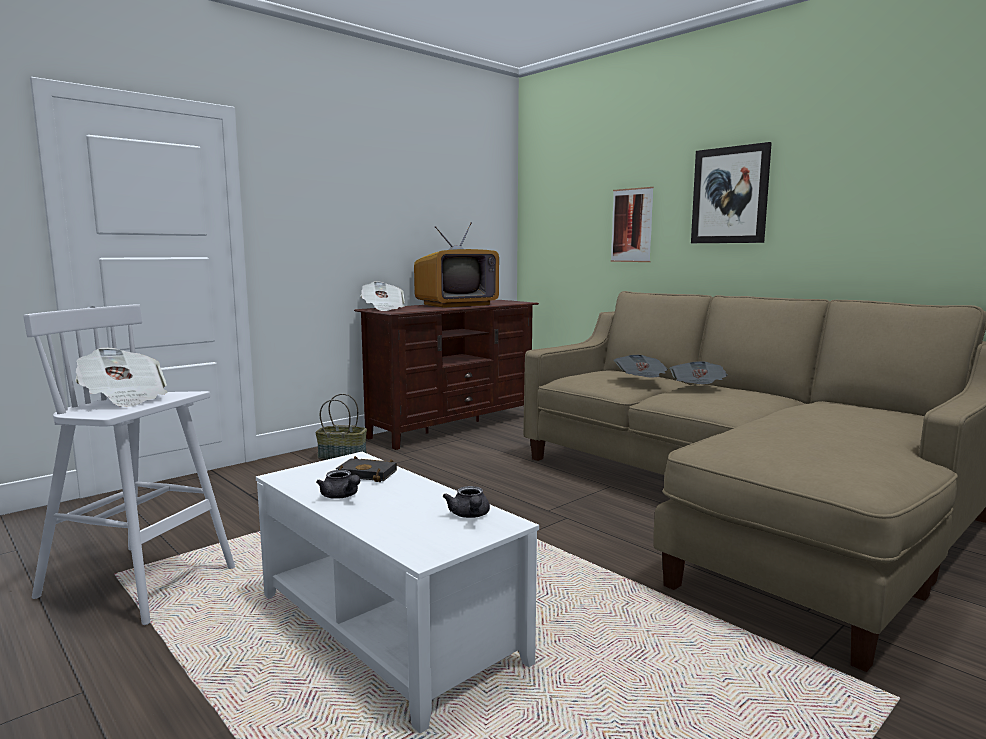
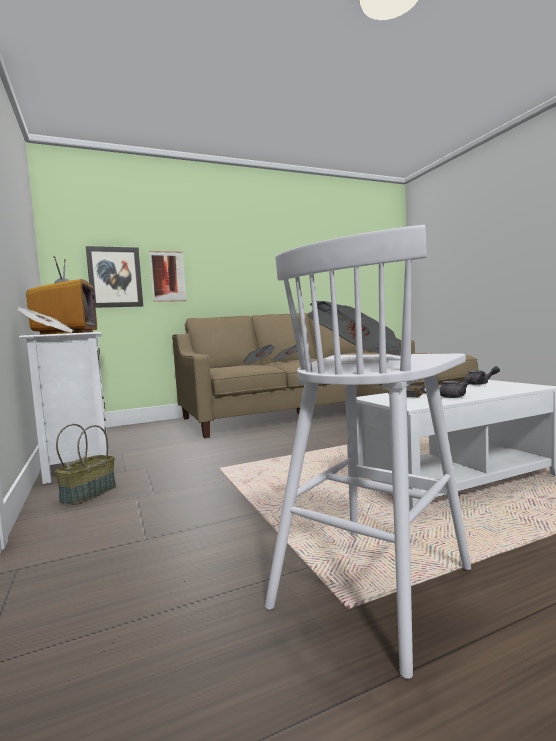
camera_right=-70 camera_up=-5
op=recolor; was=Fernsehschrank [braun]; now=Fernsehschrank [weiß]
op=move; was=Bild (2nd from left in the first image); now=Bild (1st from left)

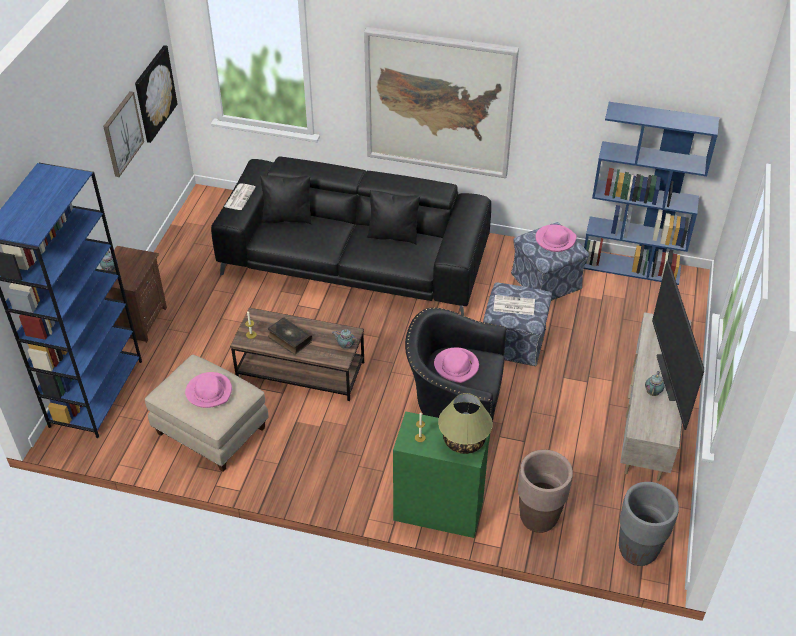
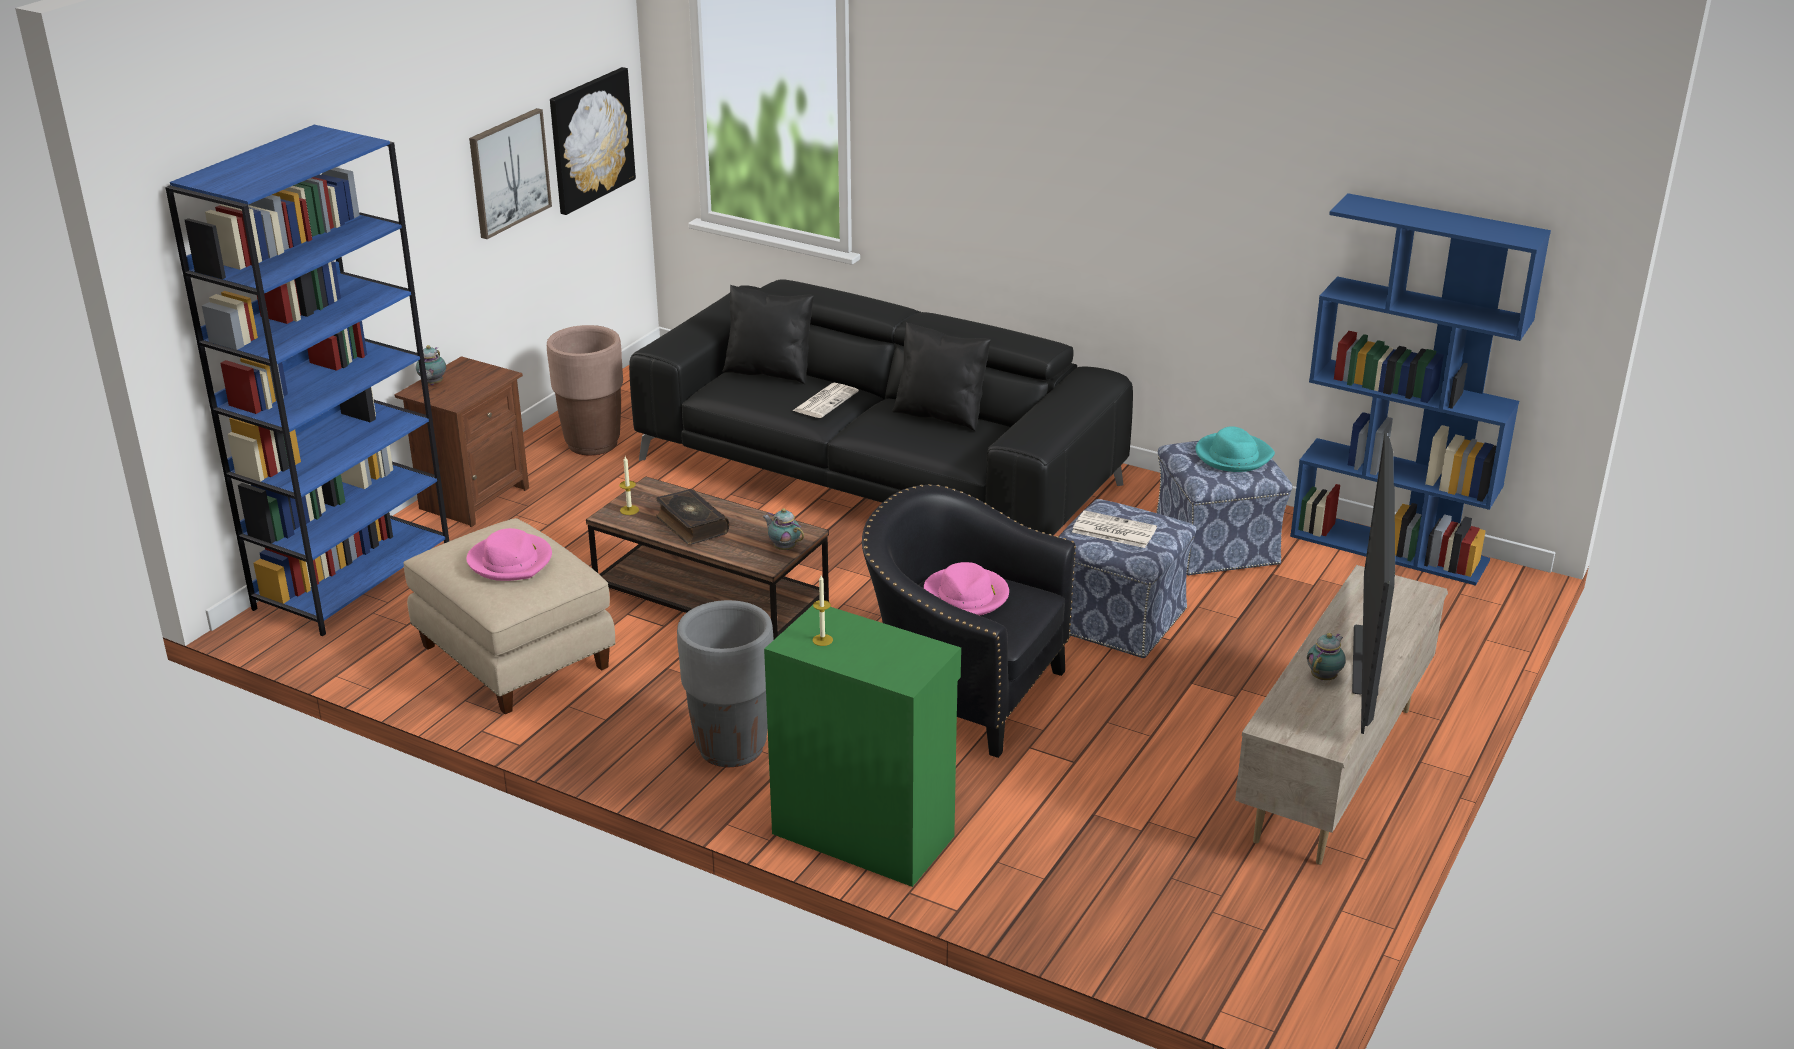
camera_right=15 camera_up=-15
op=move; was=Pflanzkübel [braun]
op=move; was=Pflanzkübel [grau]
op=move; was=Zeitung (1st from left)
op=recolor; was=Hut [rosa] (3rd from left); now=Hut [türkis]
op=delete; was=Bild (3rd from left)
op=delete; was=Tischlampe

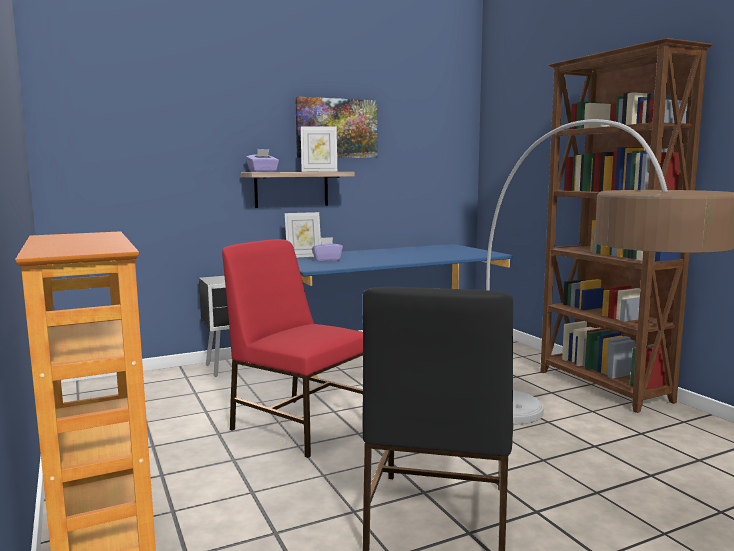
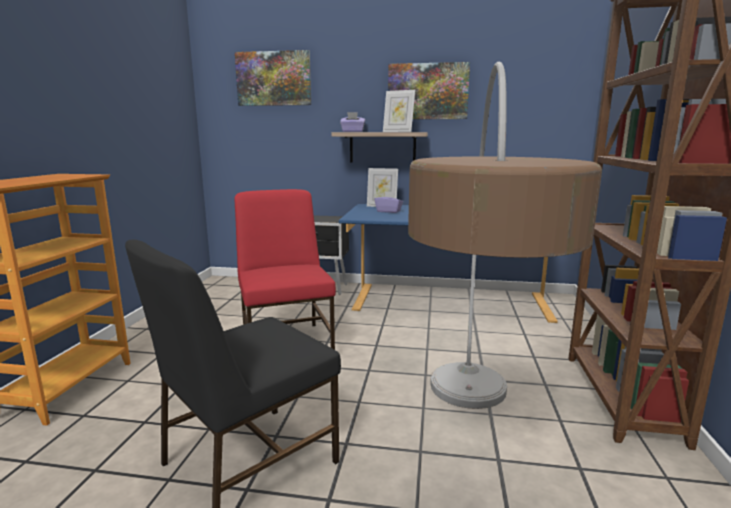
camera_right=35 camera_up=5
op=insert; now=Bild (1st from left)

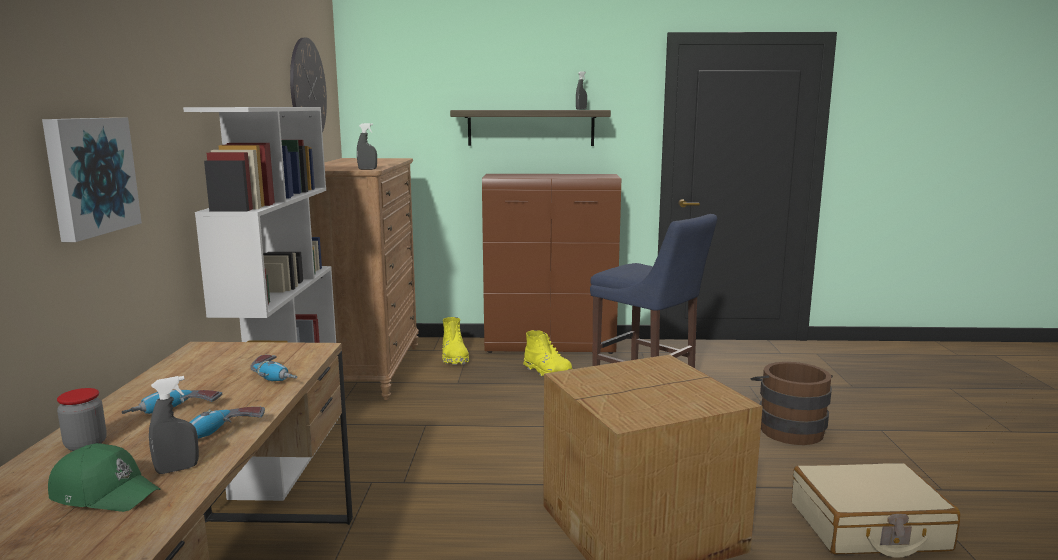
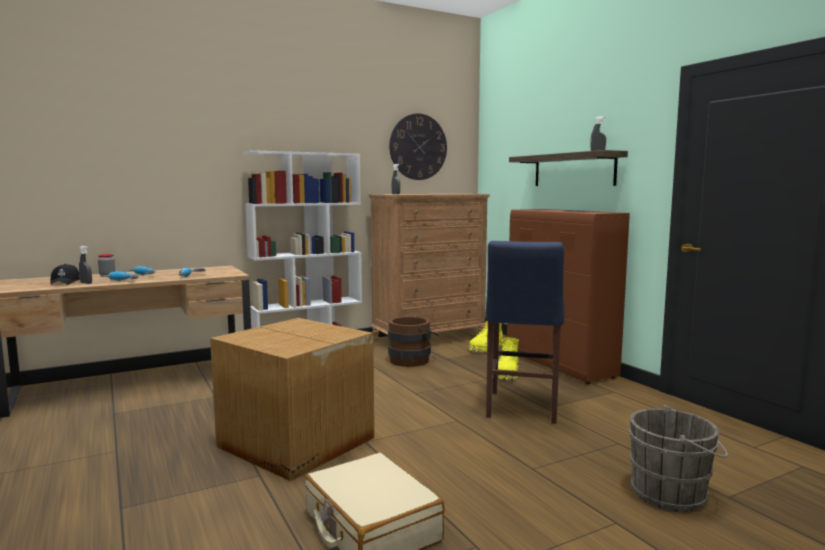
camera_right=60 camera_up=-5
op=recolor; was=Kappe [grün]; now=Kappe [schwarz]
op=move; was=Eimer [braun]
op=insert; now=Eimer [grau]
op=delete; was=Bild

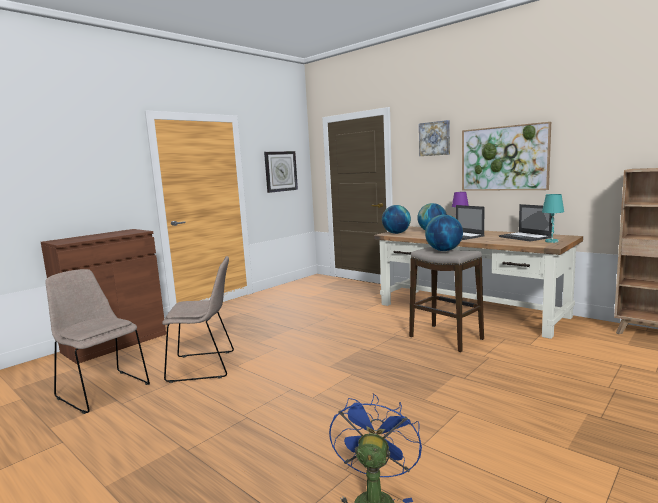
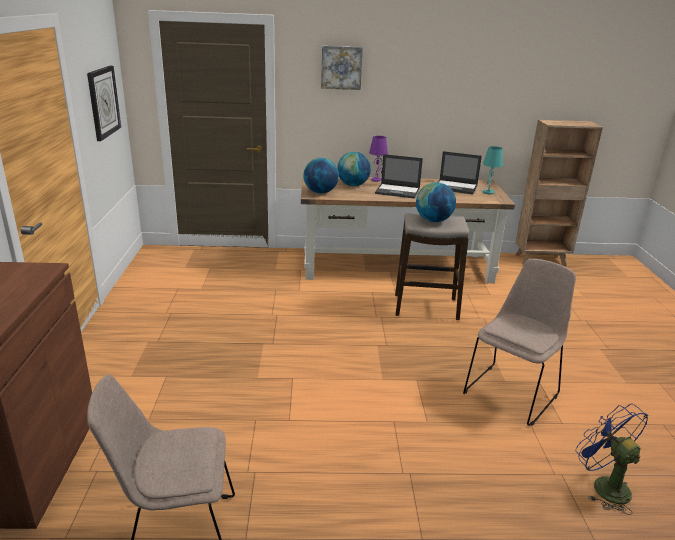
camera_right=-45 camera_up=15
op=move; was=Stuhl [beige] (2nd from left)
op=delete; was=Bild (2nd from left)

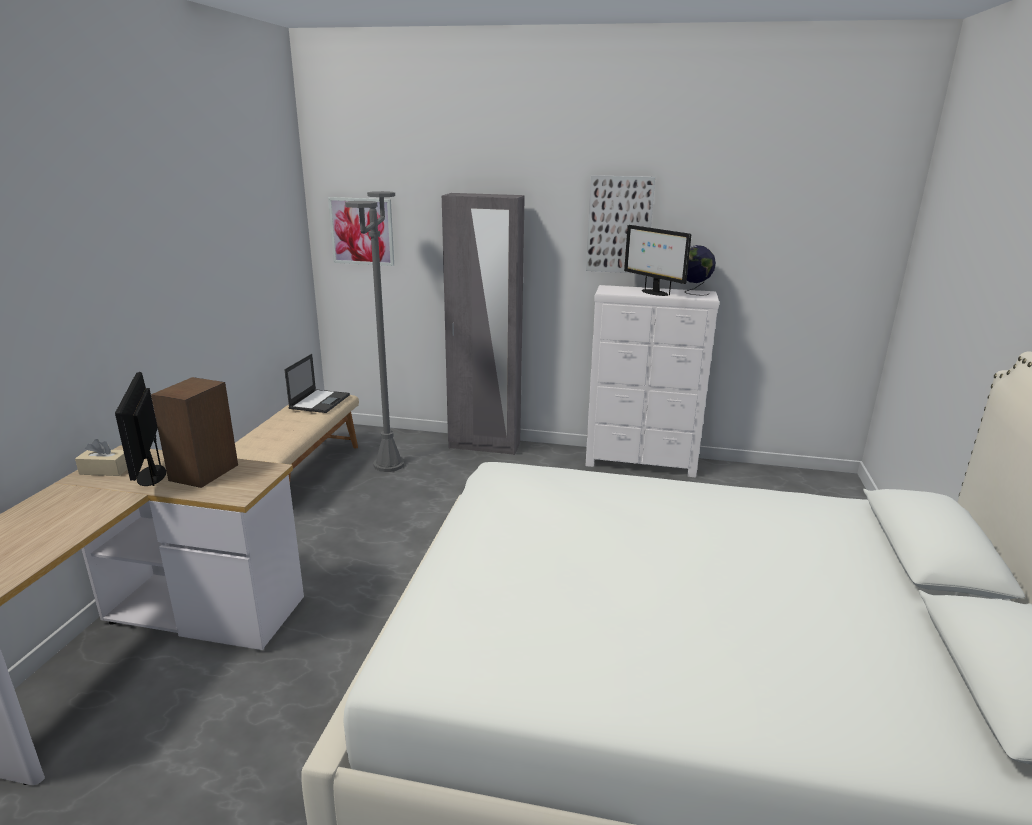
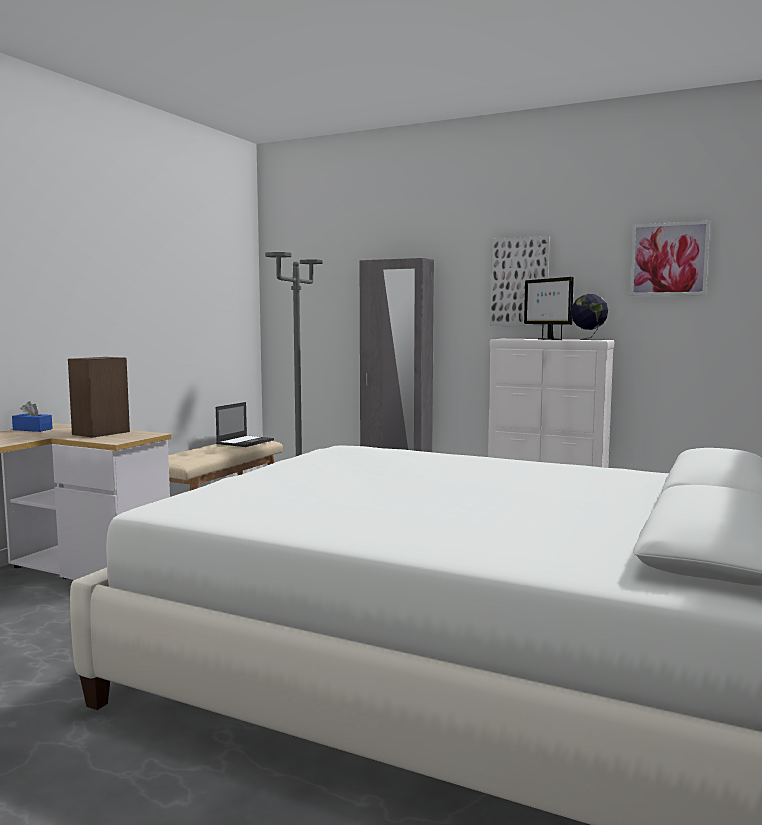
camera_right=15 camera_up=-15
op=recolor; was=Taschentuchbox [beige]; now=Taschentuchbox [blau]
op=move; was=Bild (1st from left in the first image); now=Bild (2nd from left)
op=delete; was=Monitor (1st from left)

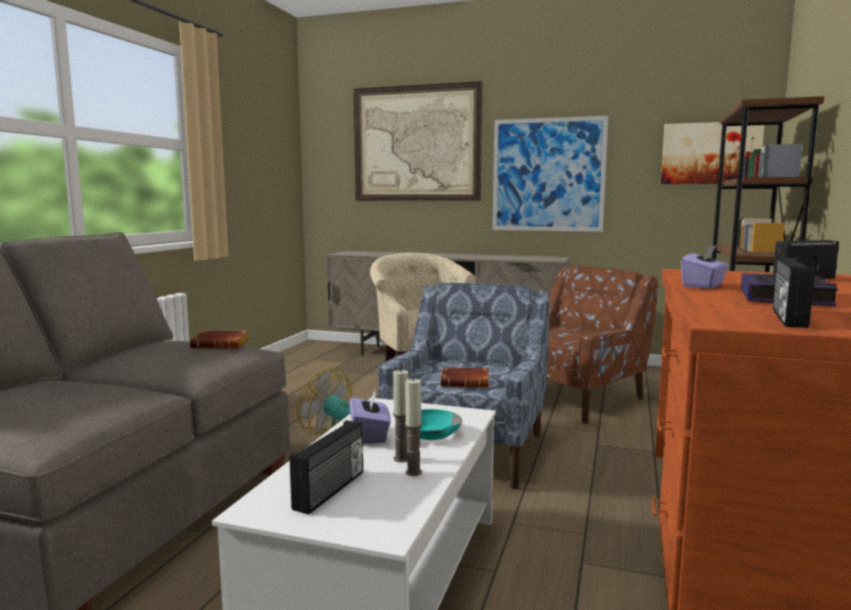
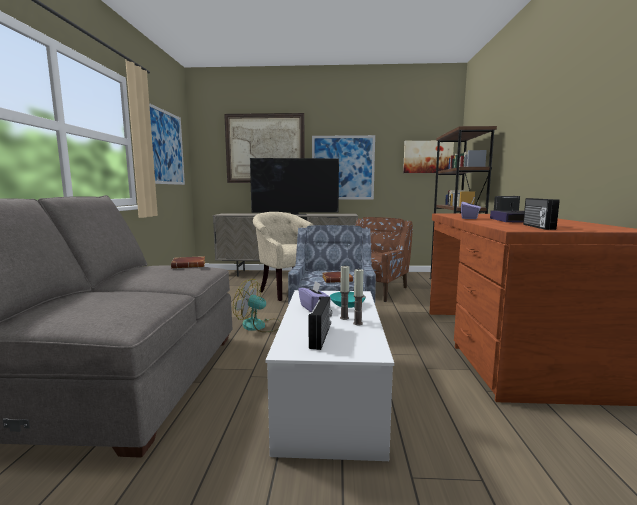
camera_right=-15 camera_up=0
op=insert; now=Bild (1st from left)
op=insert; now=Fernseher

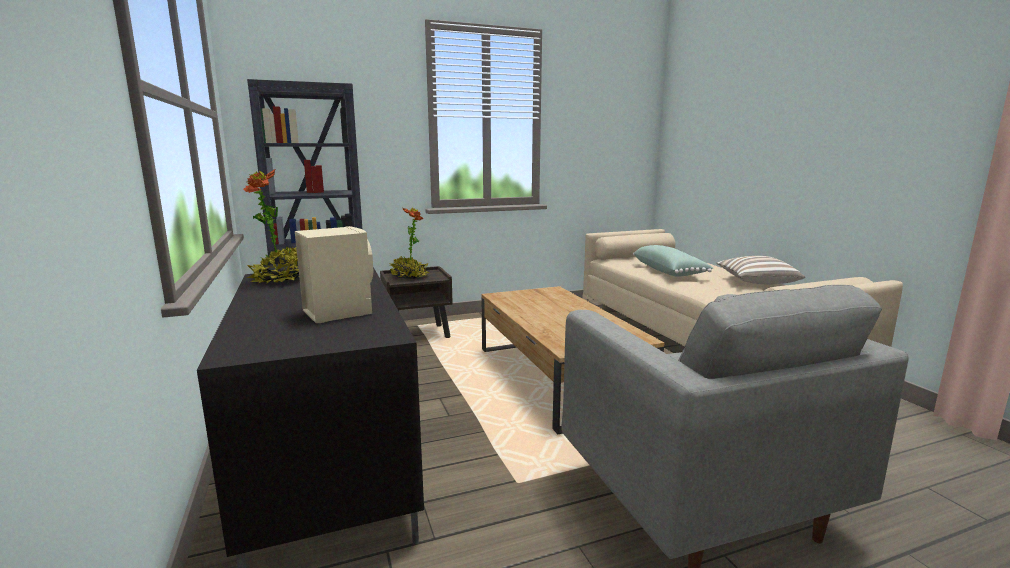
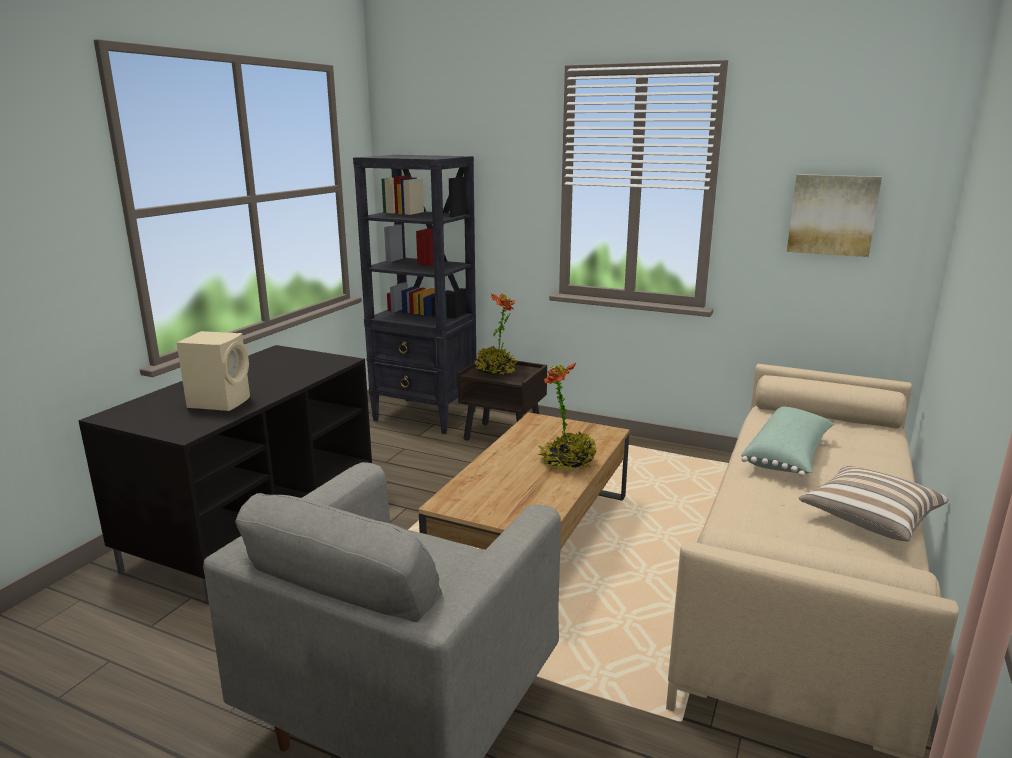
camera_right=45 camera_up=5
op=move; was=Topfpflanze (1st from left in the first image); now=Topfpflanze (2nd from left)
op=insert; now=Bild

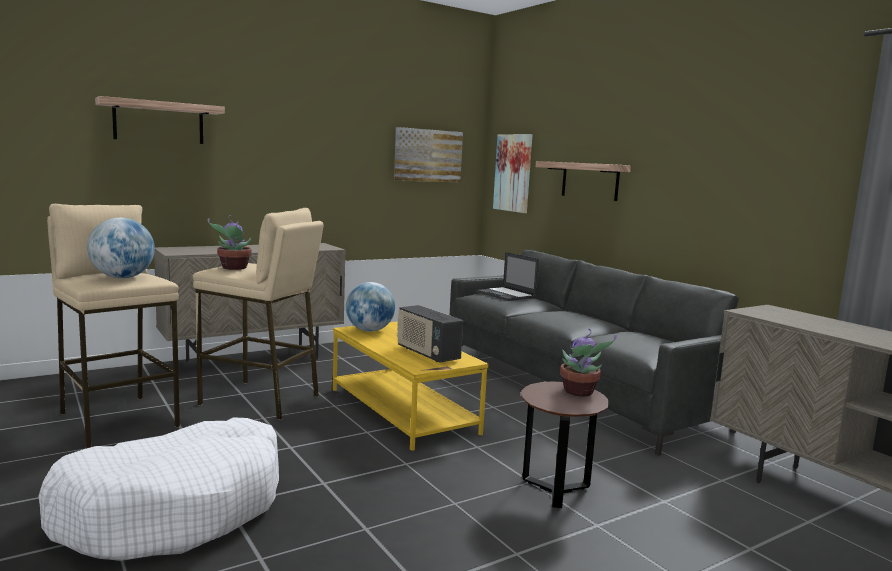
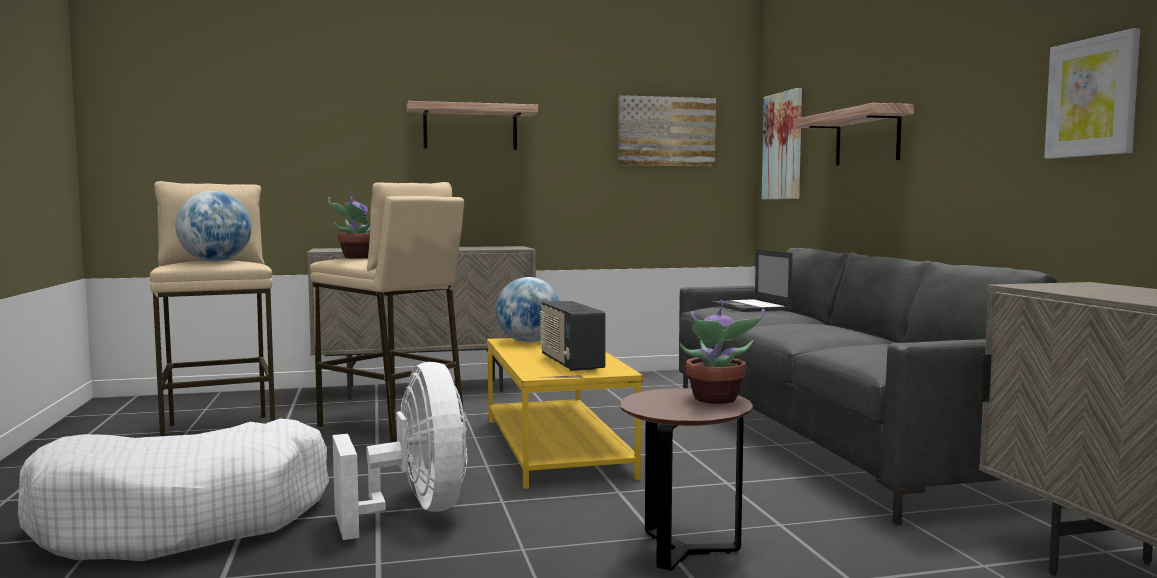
camera_right=20 camera_up=-5
op=insert; now=Ventilator [weiß]
op=move; was=Wandregal (1st from left)
op=insert; now=Bild (3rd from left)

